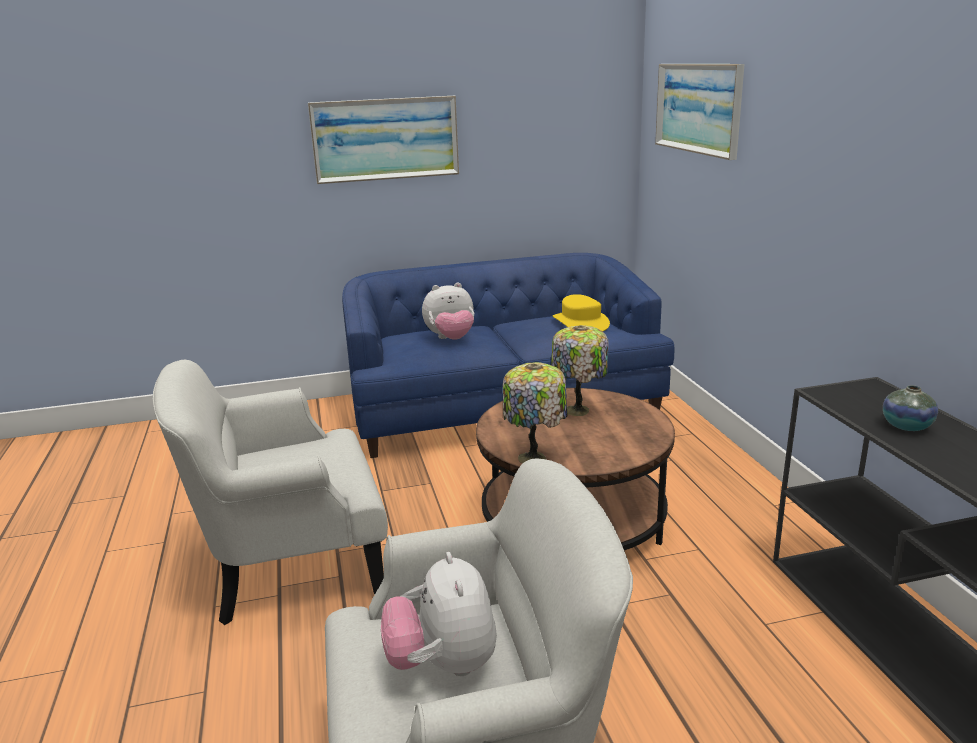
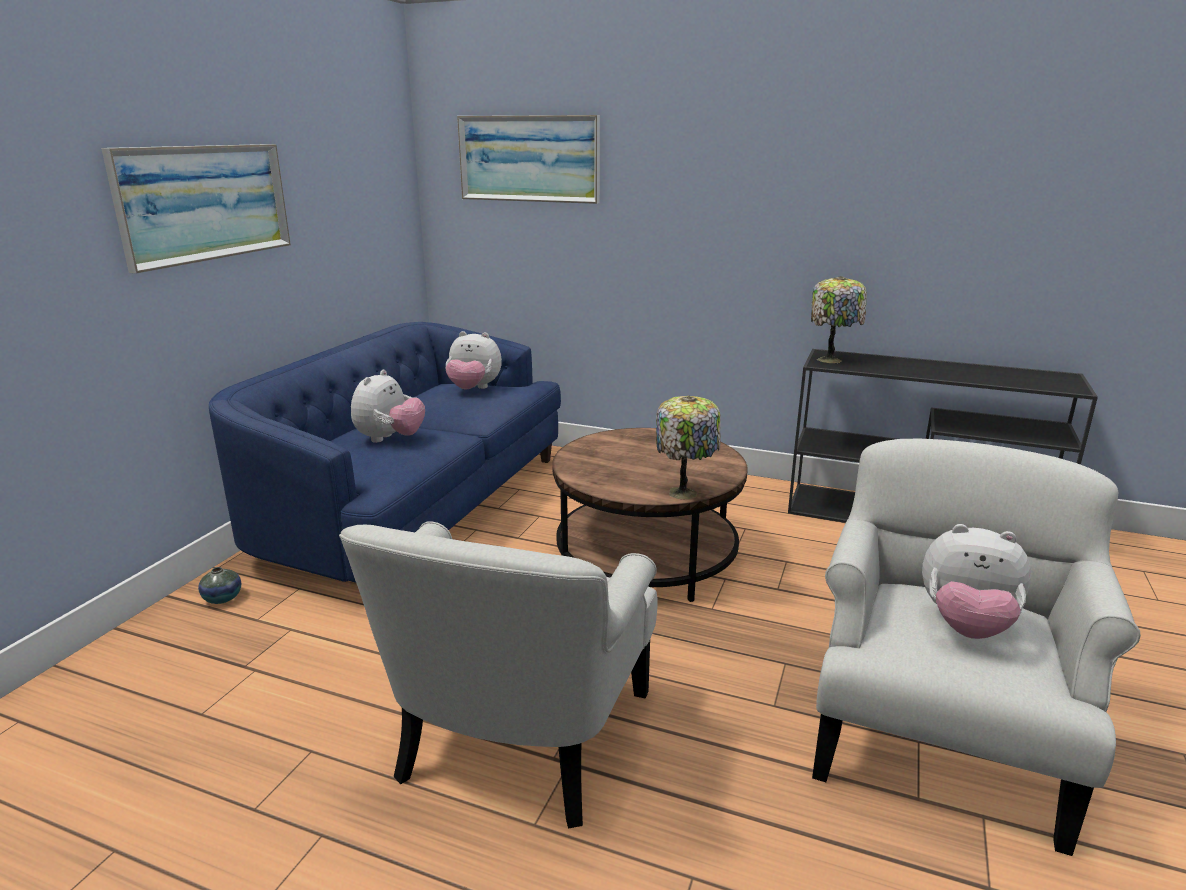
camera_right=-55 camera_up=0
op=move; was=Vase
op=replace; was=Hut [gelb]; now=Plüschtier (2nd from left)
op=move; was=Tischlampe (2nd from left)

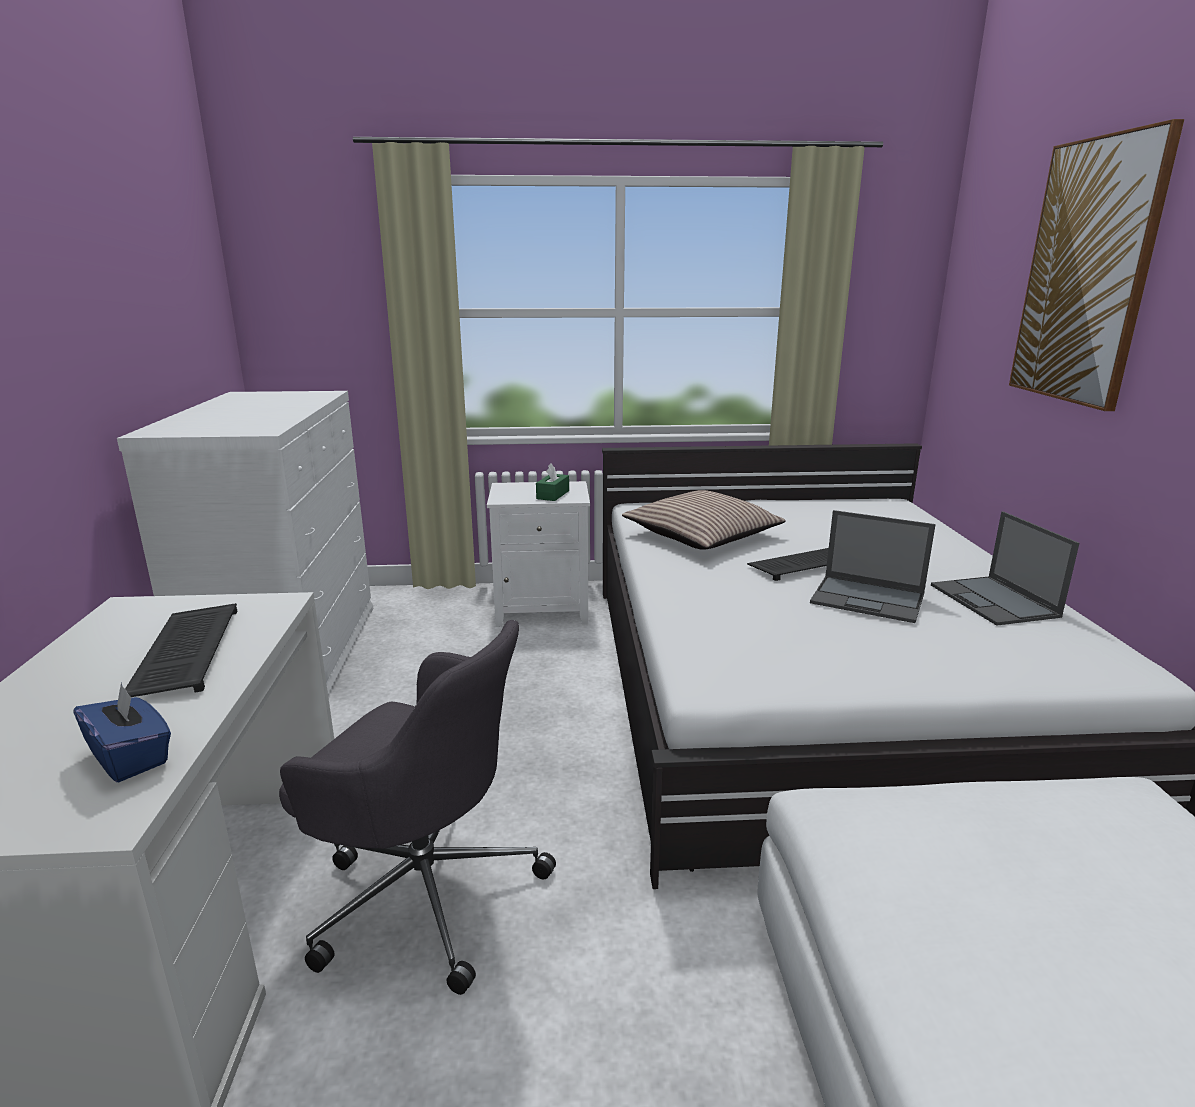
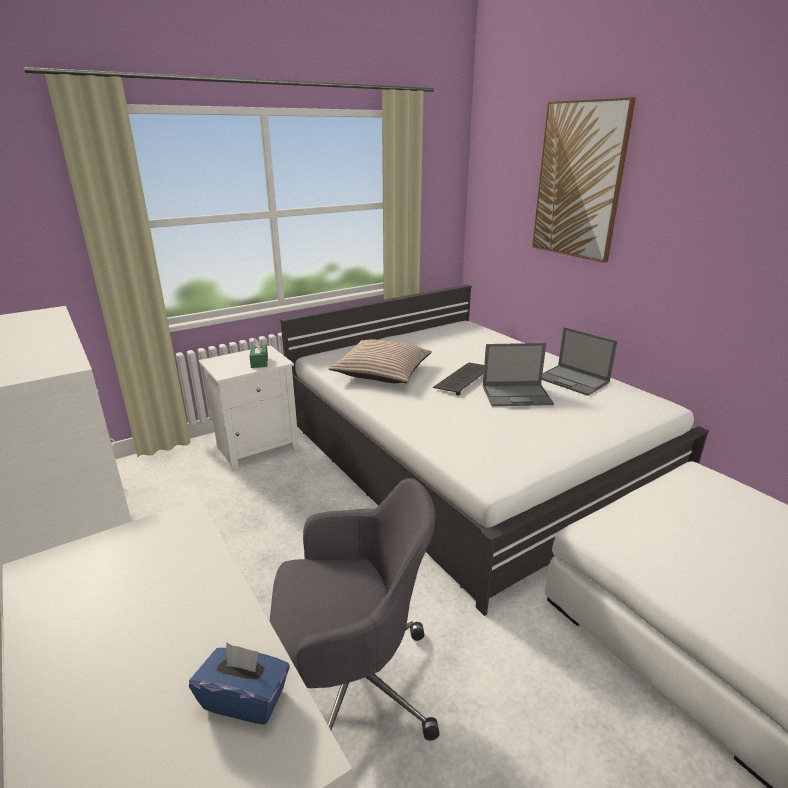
camera_right=-30 camera_up=5
op=delete; was=Tastatur (1st from left)

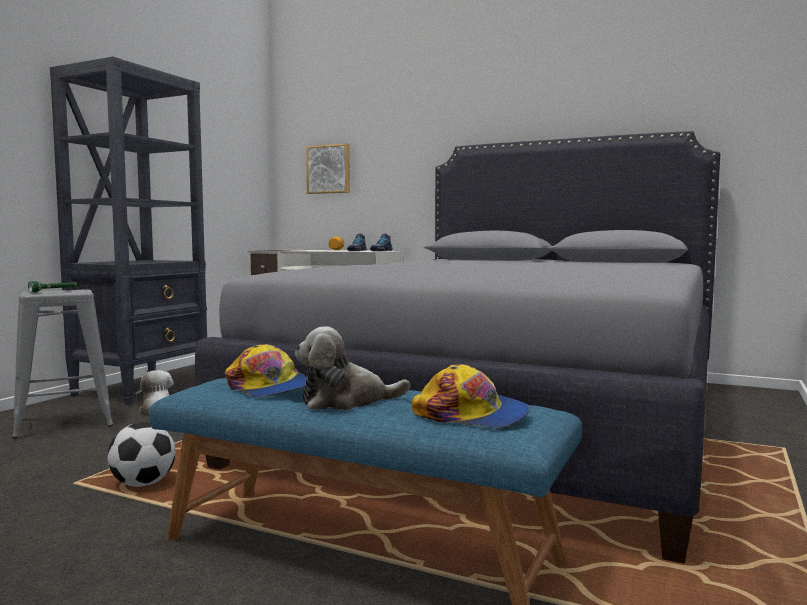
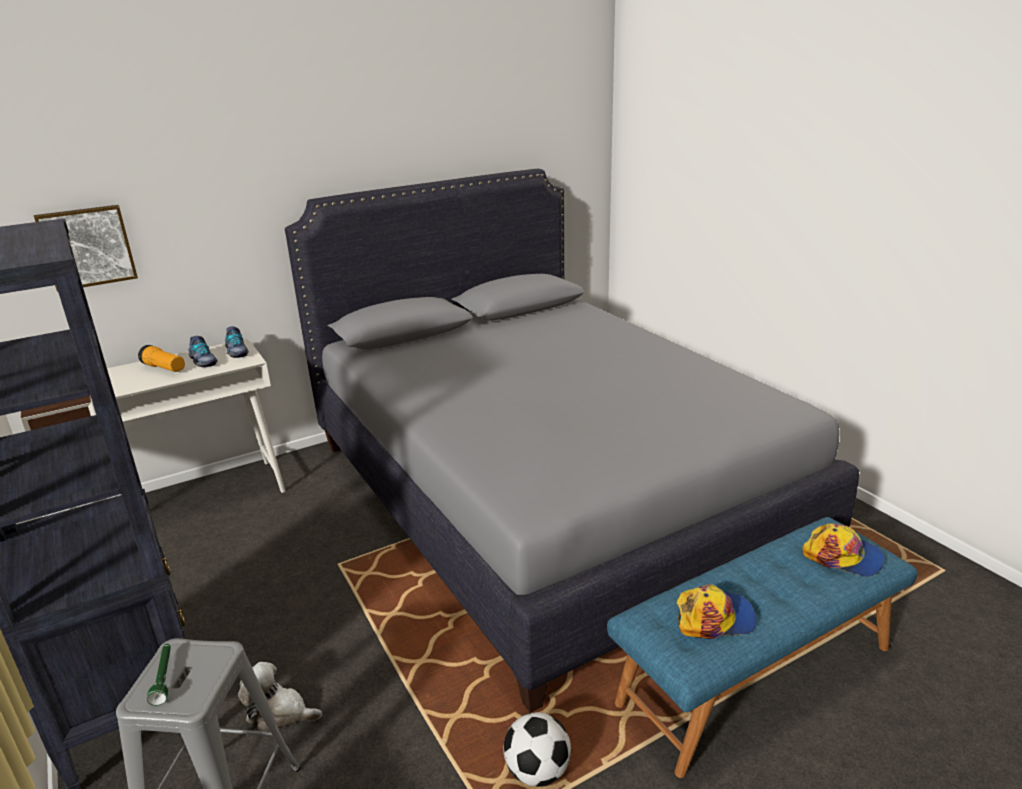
camera_right=-55 camera_up=20
op=rotate; was=Kappe (2nd from left); clockwise=60
op=delete; was=Plüschtier (2nd from left)

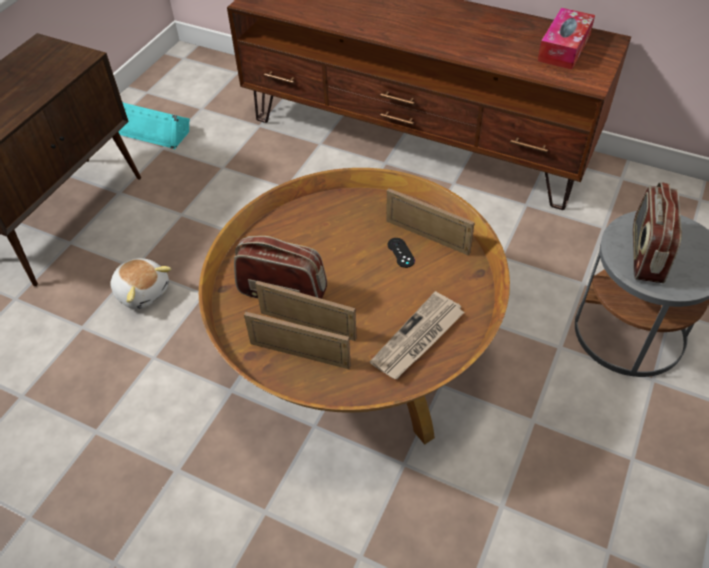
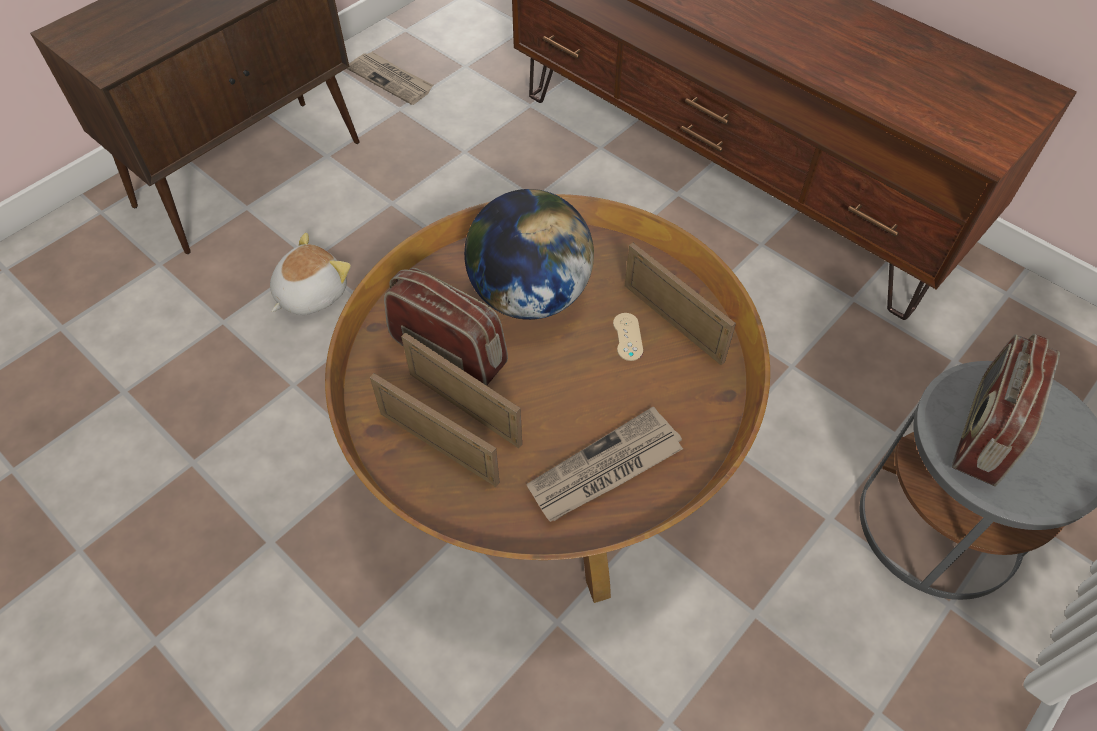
camera_right=15 camera_up=5
op=rotate; was=Plüschtier; clockwise=-105
op=replace; was=Lautsprecher [türkis]; now=Zeitung (1st from left)
op=insert; now=Globus
op=recolor; was=Gamepad [schwarz]; now=Gamepad [beige]
op=delete; was=Taschentuchbox

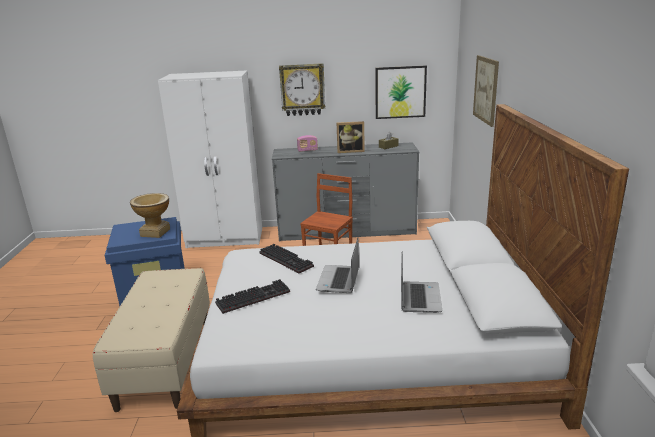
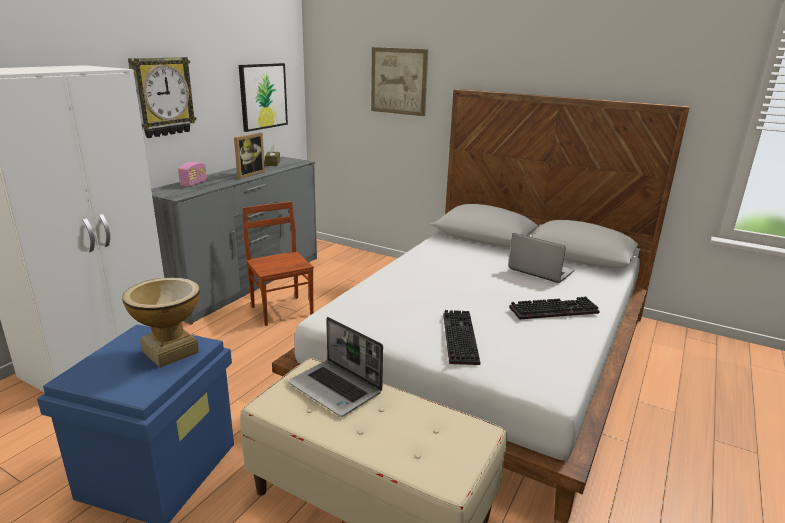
camera_right=-60 camera_up=0
op=move; was=Laptop (1st from left)
op=move; was=Tastatur (2nd from left)

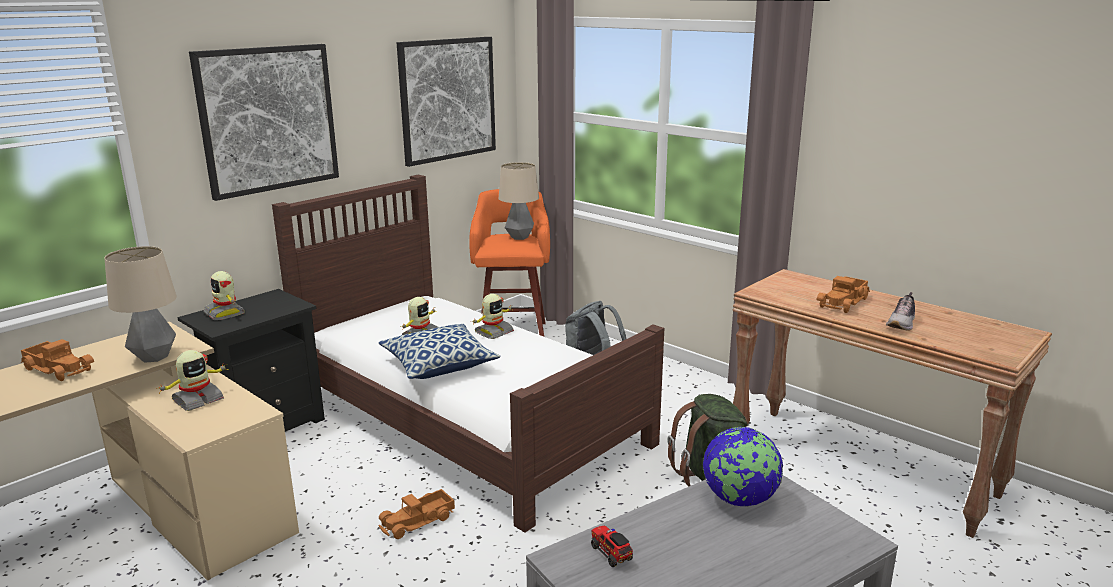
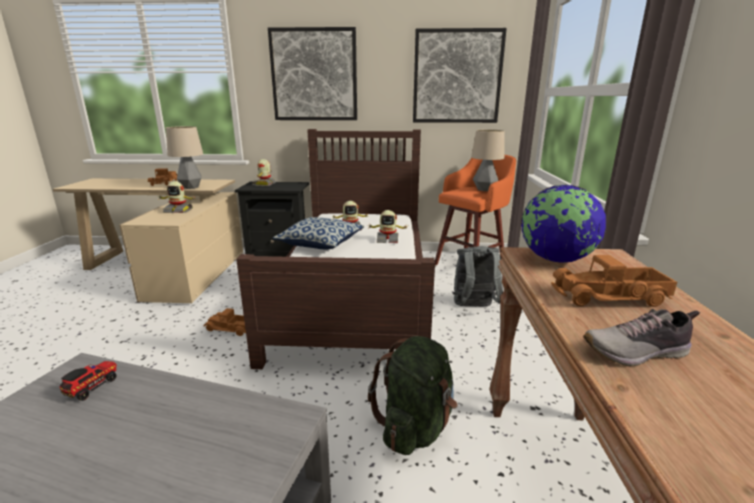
camera_right=50 camera_up=0
op=move; was=Globus

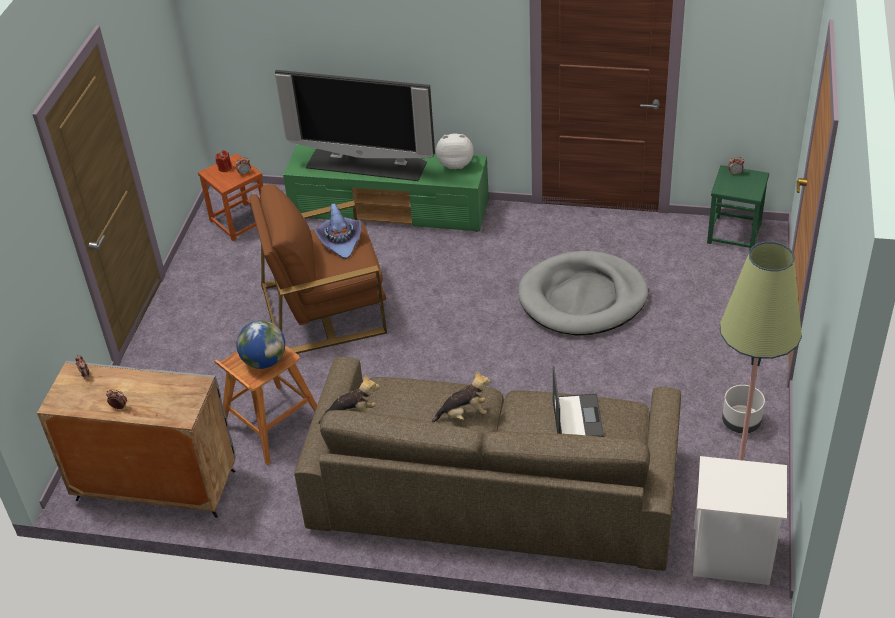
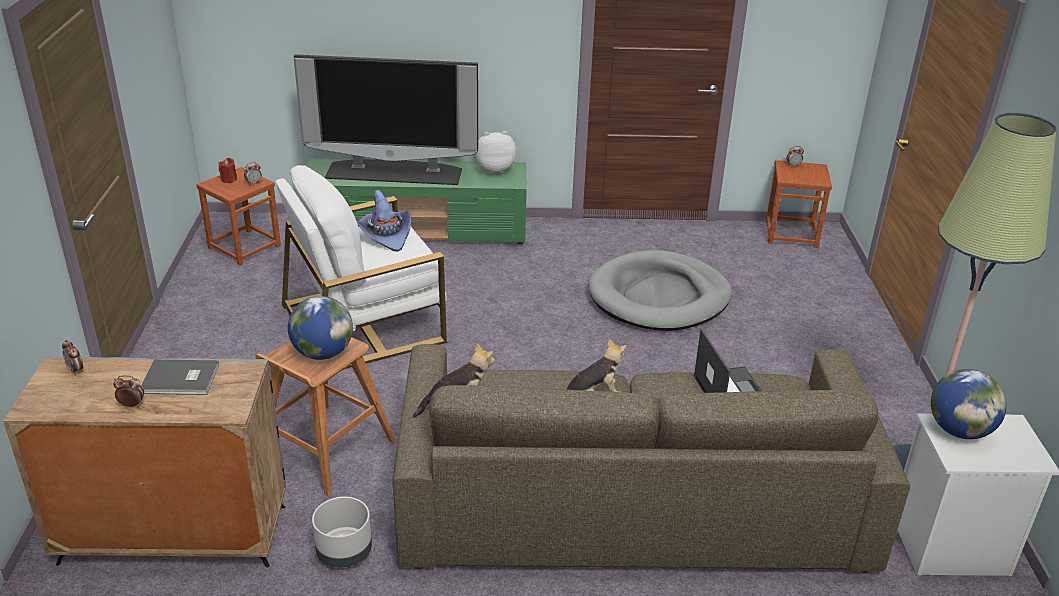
camera_right=-15 camera_up=-10
op=insert; now=Buch [grau]
op=recolor; was=Sessel [braun]; now=Sessel [weiß]
op=move; was=Pflanzkübel [grau]
op=recolor; was=Hocker [grün]; now=Hocker [braun] (3rd from left)
op=insert; now=Globus (2nd from left)

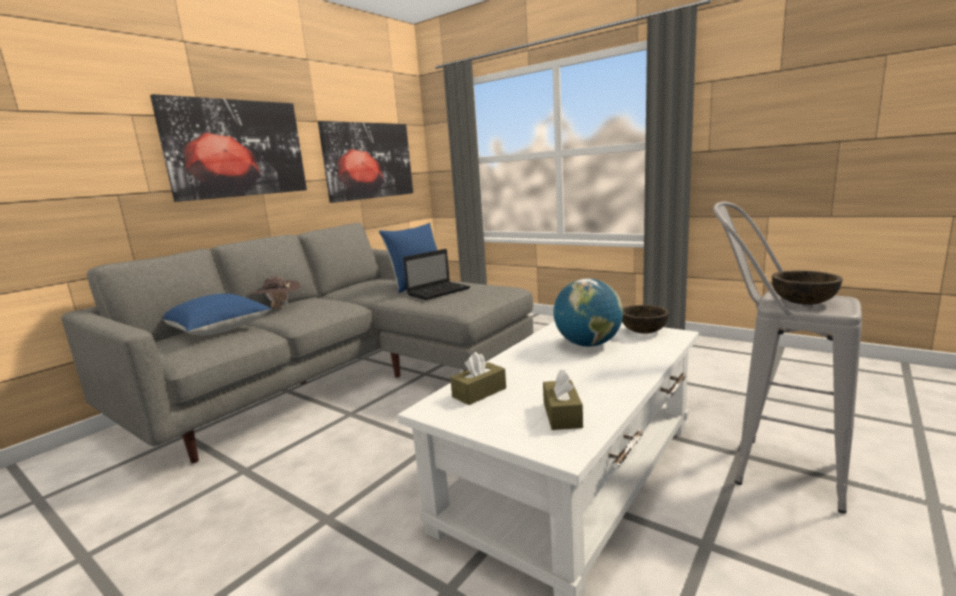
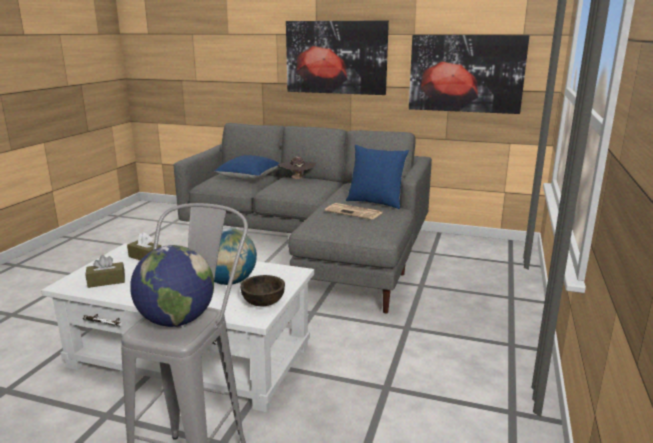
camera_right=70 camera_up=5
op=replace; was=Schüssel [braun] (2nd from left); now=Globus (1st from left)
op=replace; was=Laptop; now=Zeitung

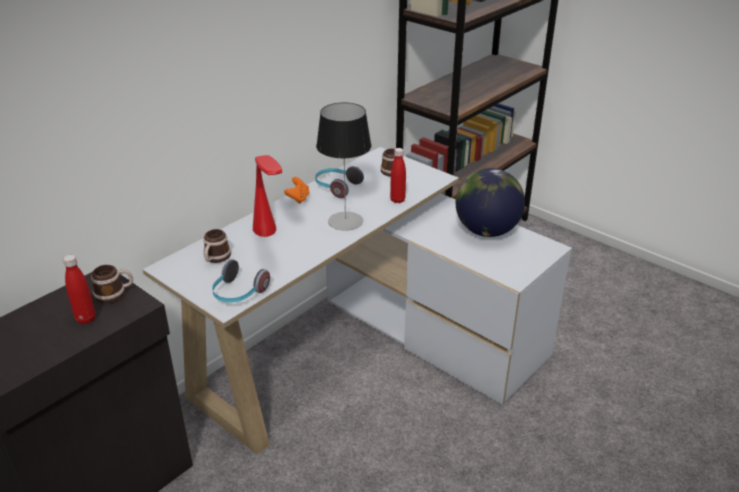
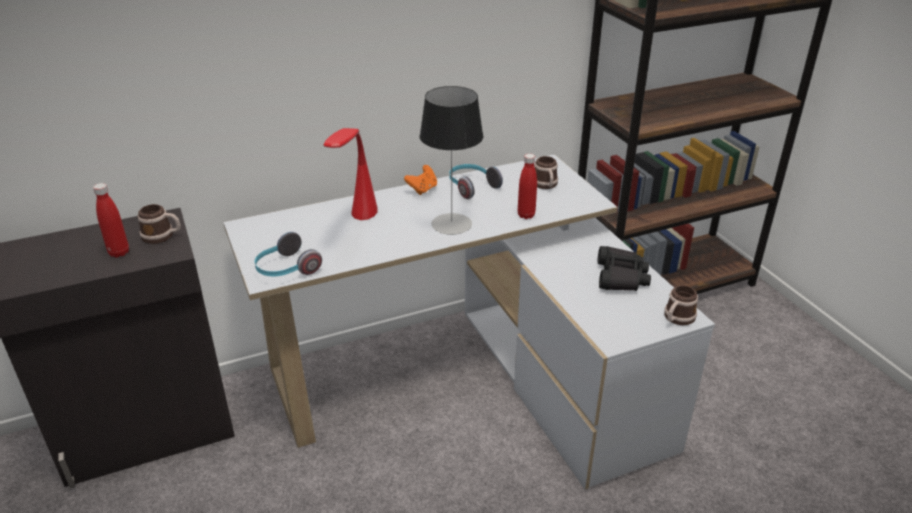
camera_right=25 camera_up=0
op=replace; was=Globus; now=Fernglas [schwarz]
op=move; was=Henkelbecher (2nd from left in the first image); now=Henkelbecher (3rd from left)

